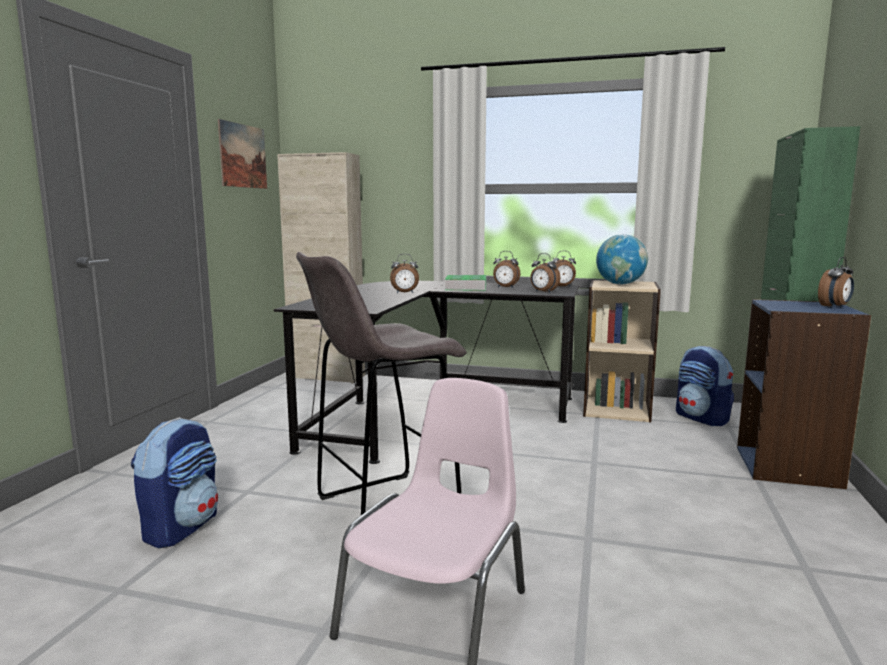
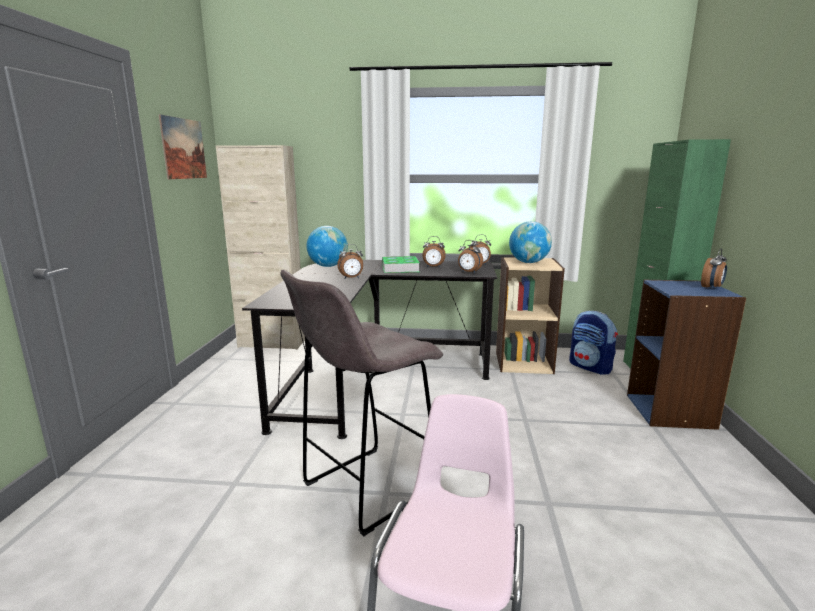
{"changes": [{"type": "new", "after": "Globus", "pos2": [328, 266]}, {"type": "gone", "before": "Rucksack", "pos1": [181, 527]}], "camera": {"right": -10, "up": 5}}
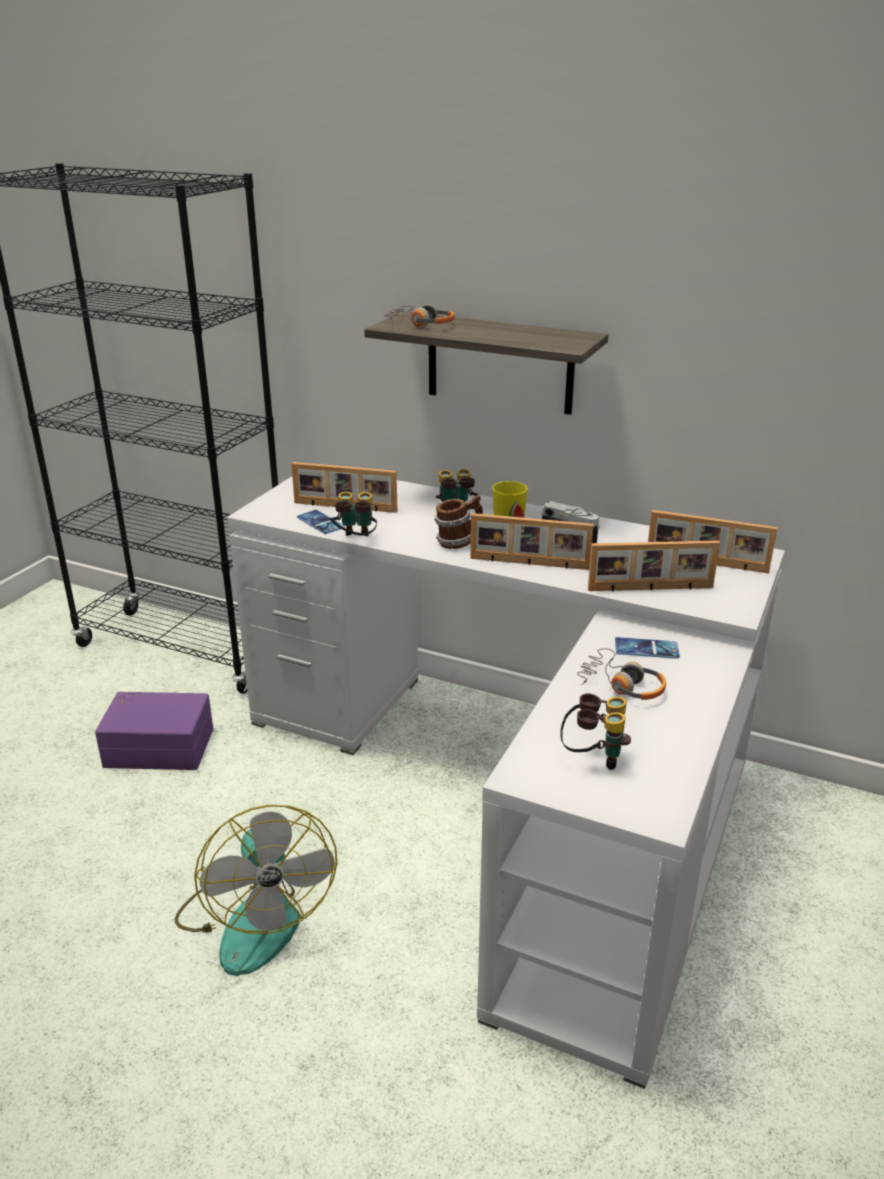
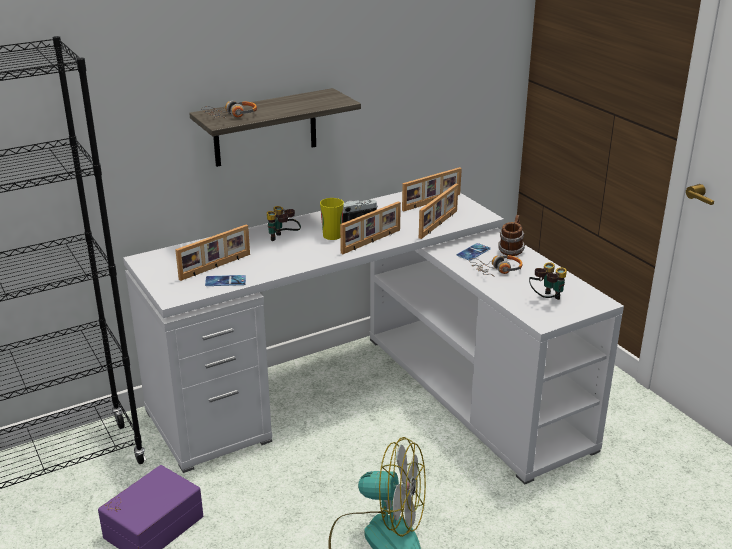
{"changes": [{"type": "shifted", "before": "Henkelbecher", "pos1": [458, 542], "pos2": [511, 250]}, {"type": "gone", "before": "Fernglas", "pos1": [355, 541]}], "camera": {"right": -55, "up": 0}}
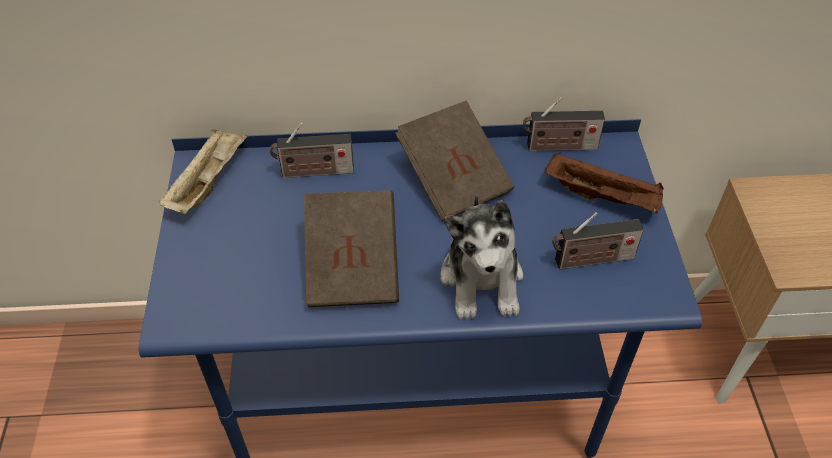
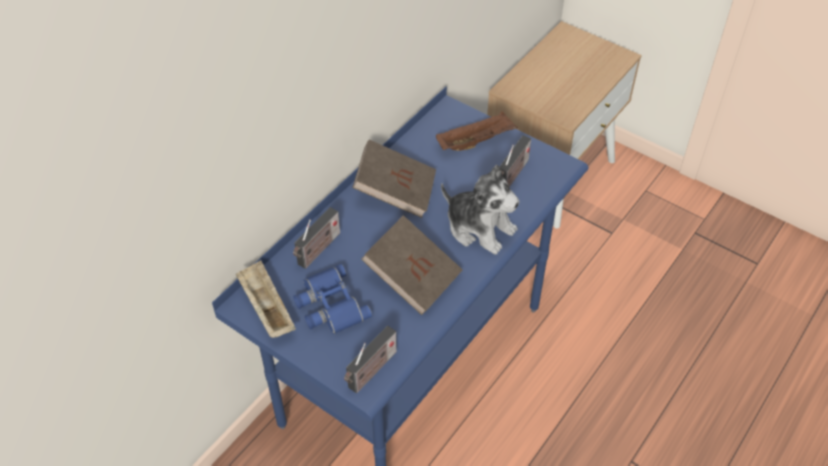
{"changes": [{"type": "new", "after": "Fernglas (blau)", "pos2": [329, 305]}, {"type": "shifted", "before": "Radio", "pos1": [558, 147], "pos2": [371, 372]}], "camera": {"right": -50, "up": 0}}
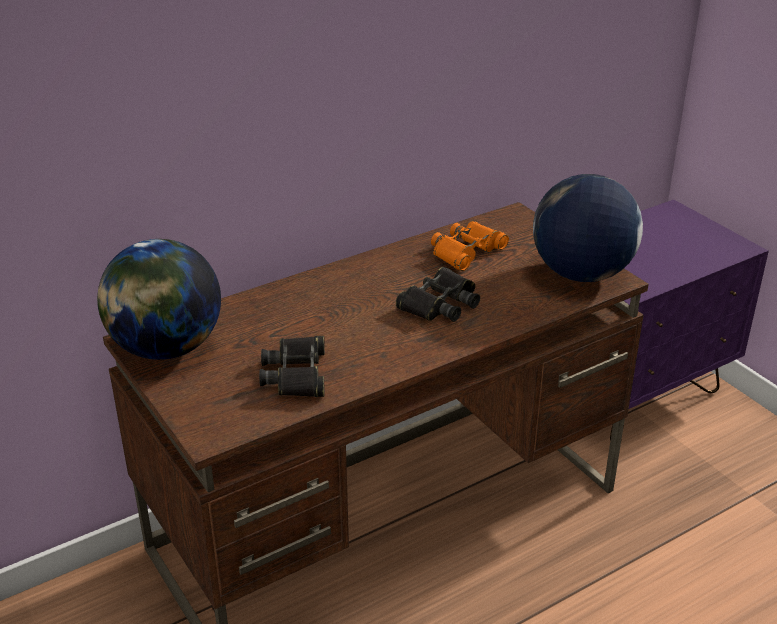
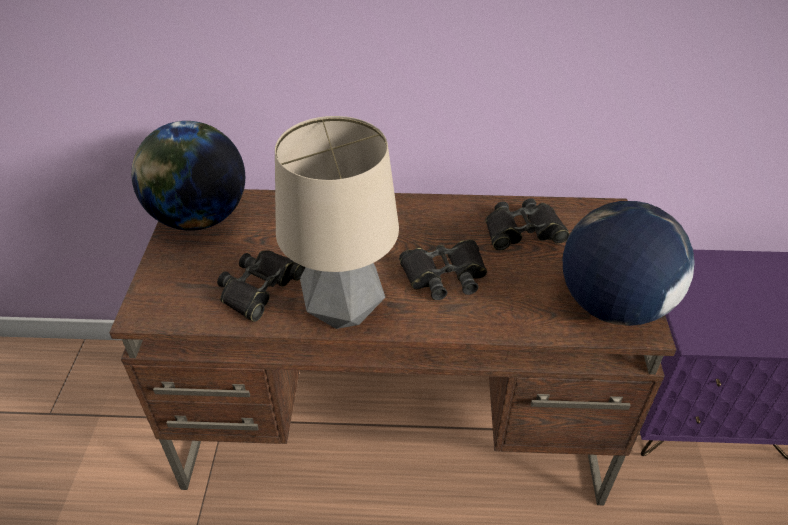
{"changes": [{"type": "new", "after": "Tischlampe", "pos2": [344, 311]}, {"type": "repainted", "before": "Fernglas (orange)", "after": "Fernglas (schwarz)", "pos1": [466, 251], "pos2": [523, 231]}], "camera": {"right": 35, "up": 10}}
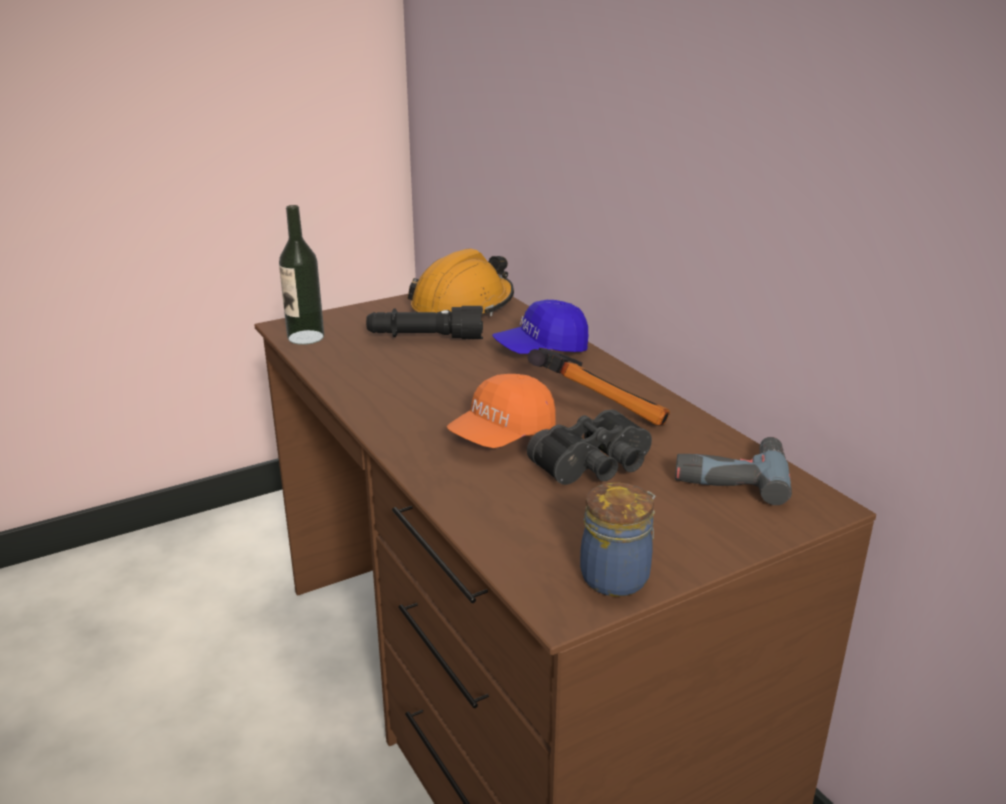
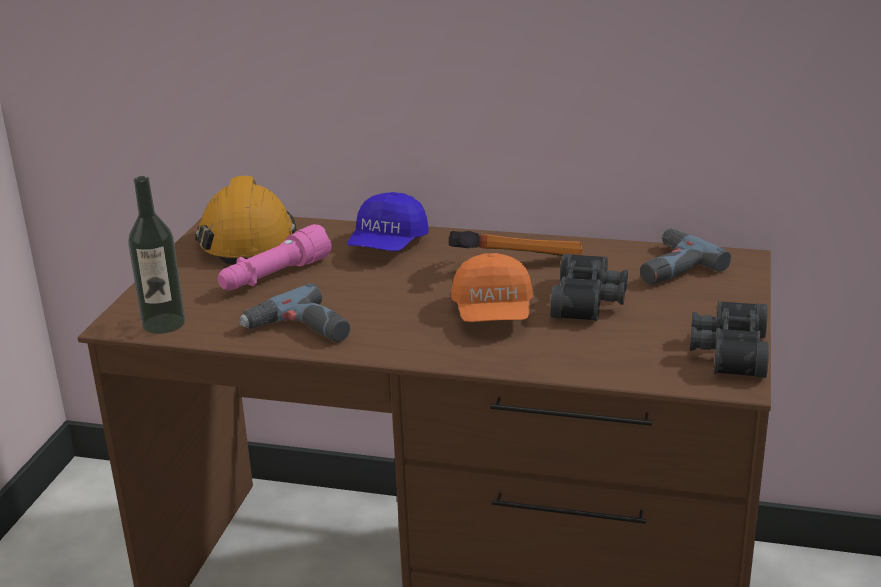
{"changes": [{"type": "repainted", "before": "Taschenlampe (schwarz)", "after": "Taschenlampe (rosa)", "pos1": [425, 338], "pos2": [274, 276]}, {"type": "new", "after": "Bohrmaschine", "pos2": [299, 331]}, {"type": "swapped", "before": "Vorratsglas", "after": "Fernglas (schwarz)", "pos1": [617, 576], "pos2": [727, 352]}], "camera": {"right": -45, "up": 0}}
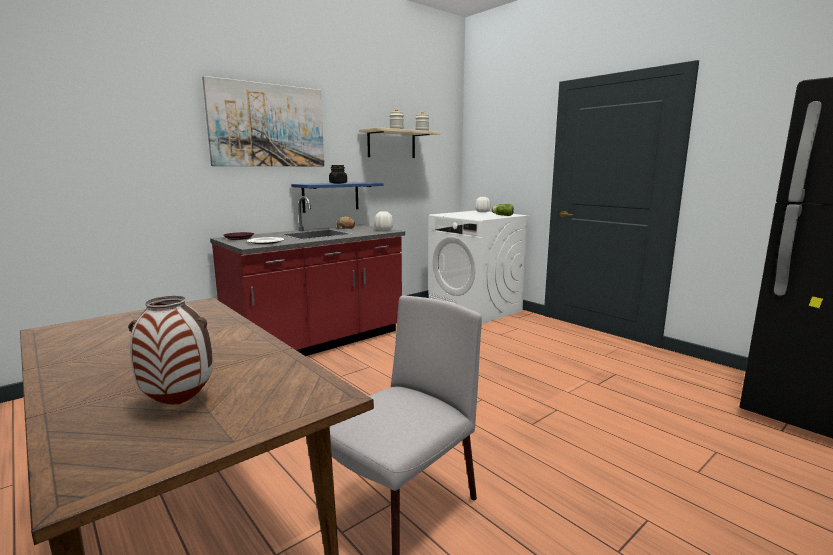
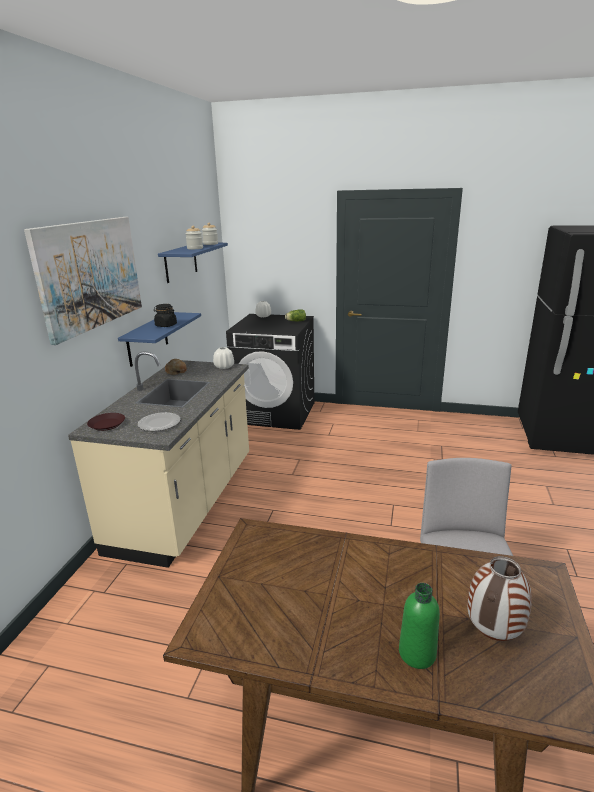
{"changes": [{"type": "repainted", "before": "Küchenzeile (rot)", "after": "Küchenzeile (beige)", "pos1": [318, 342], "pos2": [186, 502]}, {"type": "repainted", "before": "Wandregal (beige)", "after": "Wandregal (blau)", "pos1": [391, 144], "pos2": [181, 262]}, {"type": "repainted", "before": "Waschmaschine (weiß)", "after": "Waschmaschine (schwarz)", "pos1": [475, 309], "pos2": [276, 413]}, {"type": "new", "after": "Flasche (grün)", "pos2": [417, 653]}], "camera": {"right": -35, "up": 10}}
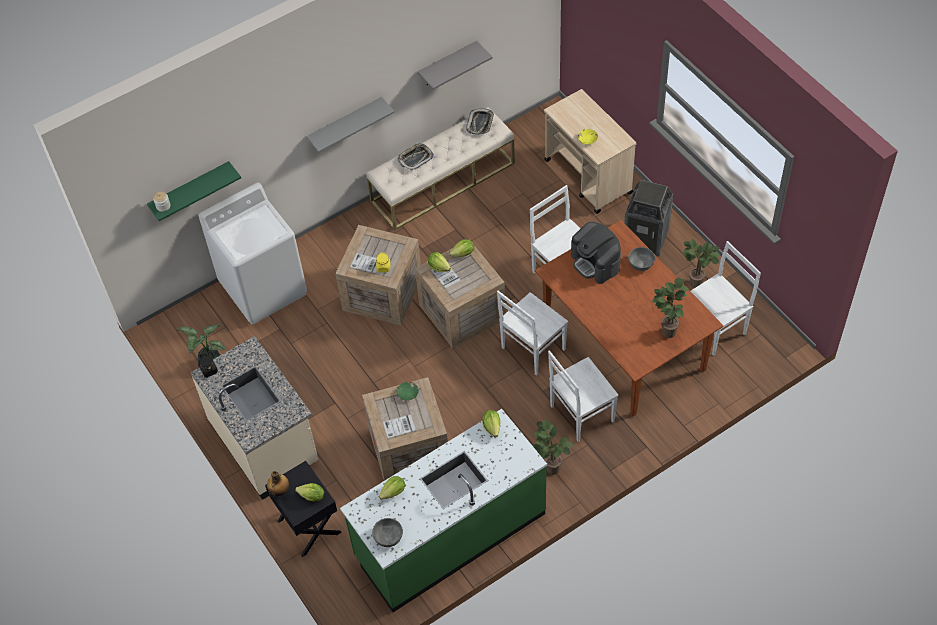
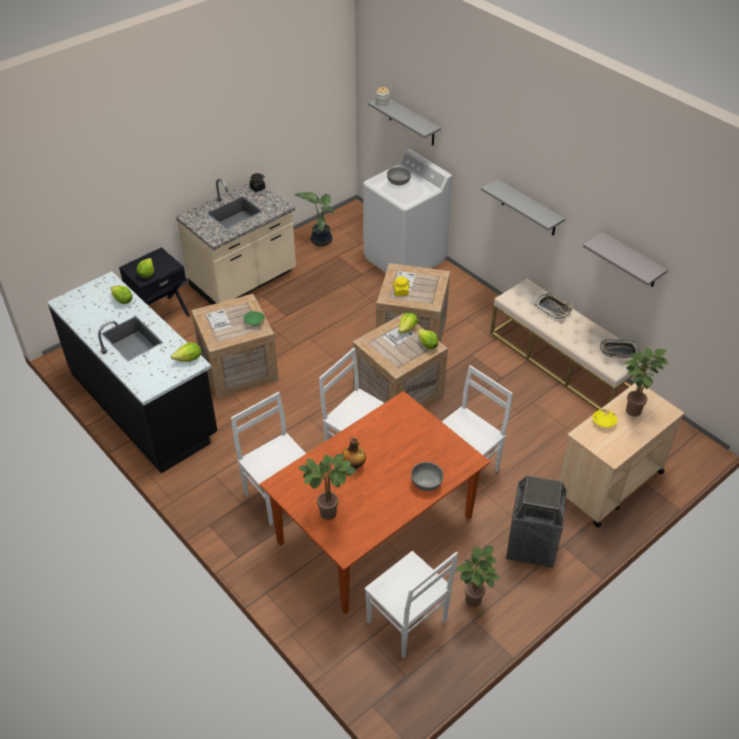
{"changes": [{"type": "repainted", "before": "Küchenzeile (grün)", "after": "Küchenzeile (schwarz)", "pos1": [450, 535], "pos2": [144, 404]}, {"type": "shifted", "before": "Flasche", "pos1": [280, 490], "pos2": [353, 466]}, {"type": "repainted", "before": "Wandregal (grün)", "after": "Wandregal (grau)", "pos1": [190, 190], "pos2": [411, 121]}, {"type": "shifted", "before": "Schüssel (grau)", "pos1": [388, 536], "pos2": [398, 181]}, {"type": "shifted", "before": "Topfpflanze", "pos1": [550, 468], "pos2": [632, 408]}, {"type": "gone", "before": "Kaffeemaschine", "pos1": [595, 262]}], "camera": {"right": 80, "up": -10}}
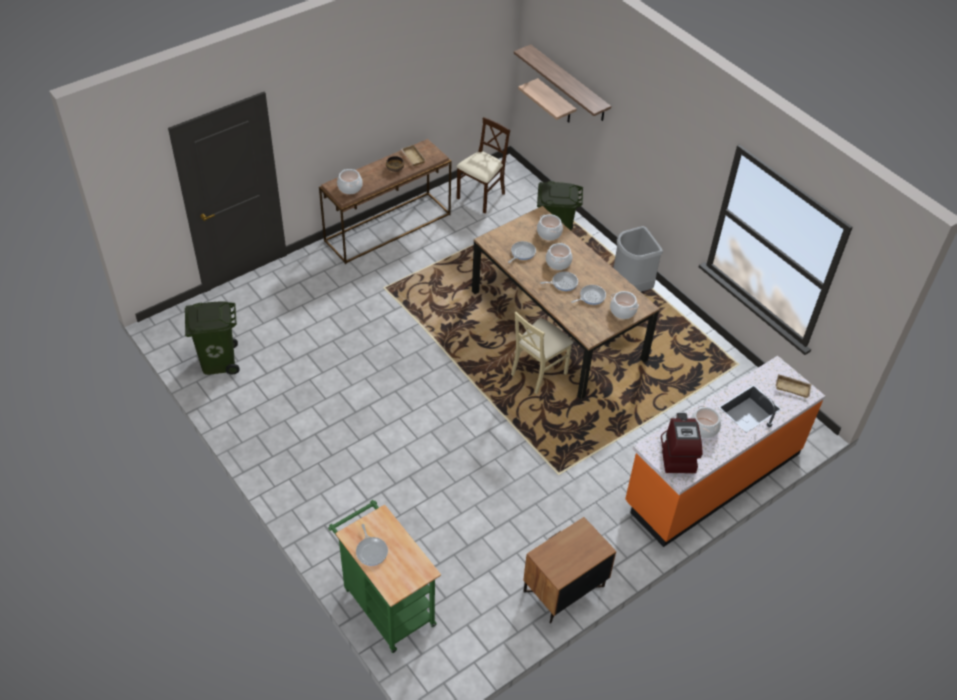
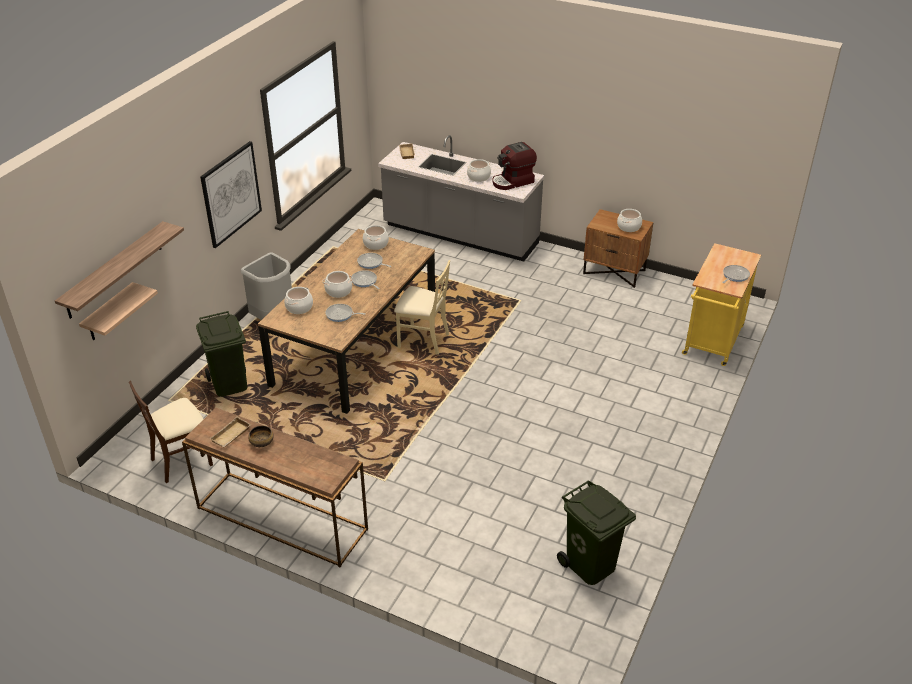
{"changes": [{"type": "rotated", "before": "Stuhl (beige)", "pos1": [481, 197], "pos2": [182, 460], "turn": -45}, {"type": "new", "after": "Bild", "pos2": [231, 194]}, {"type": "repainted", "before": "Küchenzeile (orange)", "after": "Küchenzeile (grau)", "pos1": [712, 478], "pos2": [460, 236]}, {"type": "shifted", "before": "Kochtopf", "pos1": [350, 187], "pos2": [629, 227]}, {"type": "repainted", "before": "Rollwagen (grün)", "after": "Rollwagen (gelb)", "pos1": [385, 603], "pos2": [712, 344]}], "camera": {"right": -115, "up": -10}}
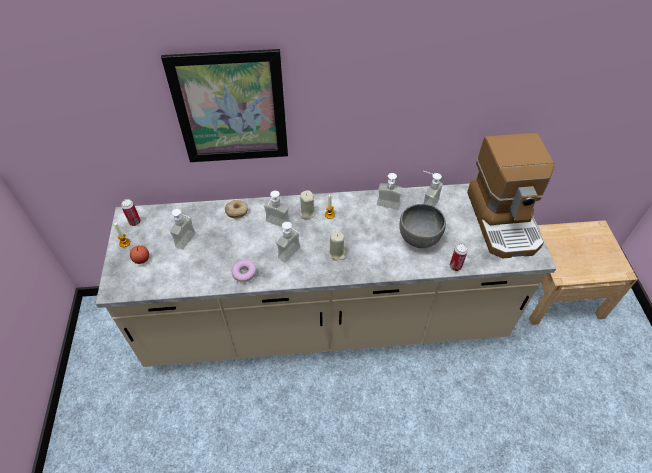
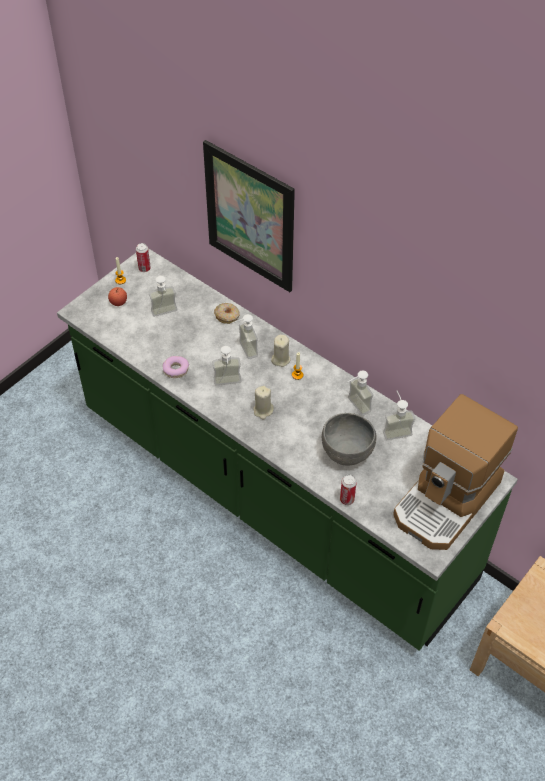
{"changes": [{"type": "repainted", "before": "Küchenzeile (beige)", "after": "Küchenzeile (grün)", "pos1": [326, 322], "pos2": [272, 496]}], "camera": {"right": 45, "up": 0}}
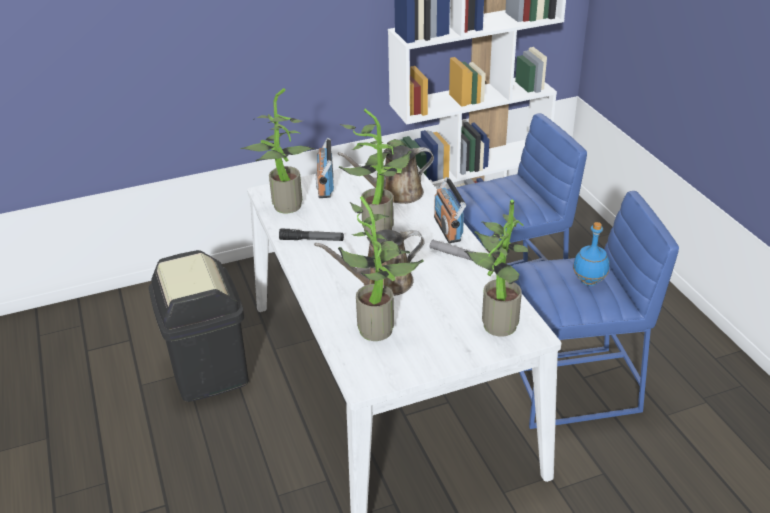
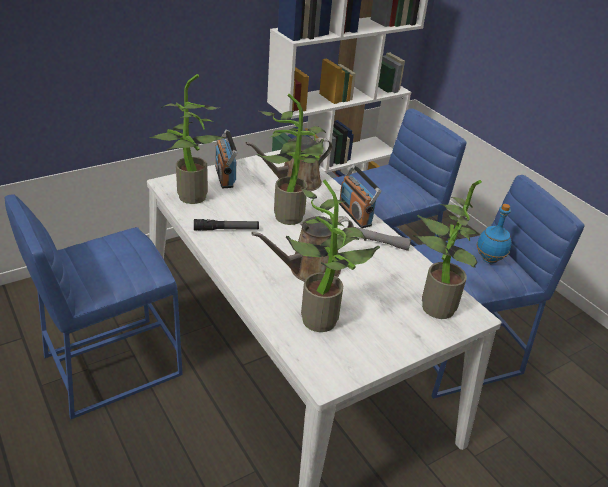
{"changes": [{"type": "swapped", "before": "Mülleimer (schwarz)", "after": "Hocker (blau)", "pos1": [208, 371], "pos2": [111, 364]}], "camera": {"right": -15, "up": 0}}
